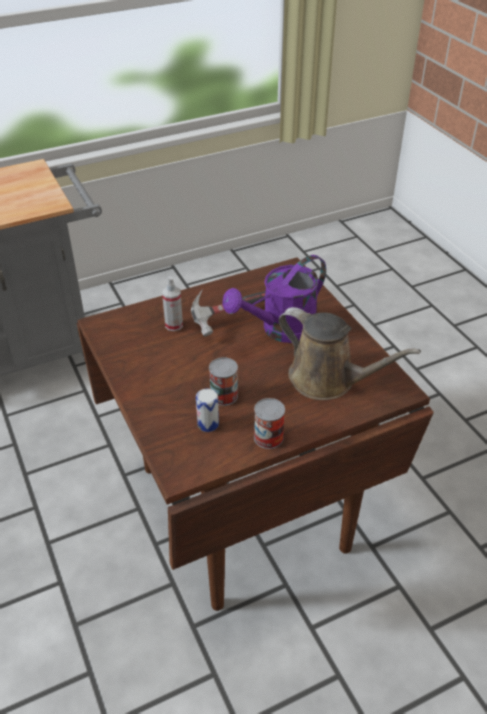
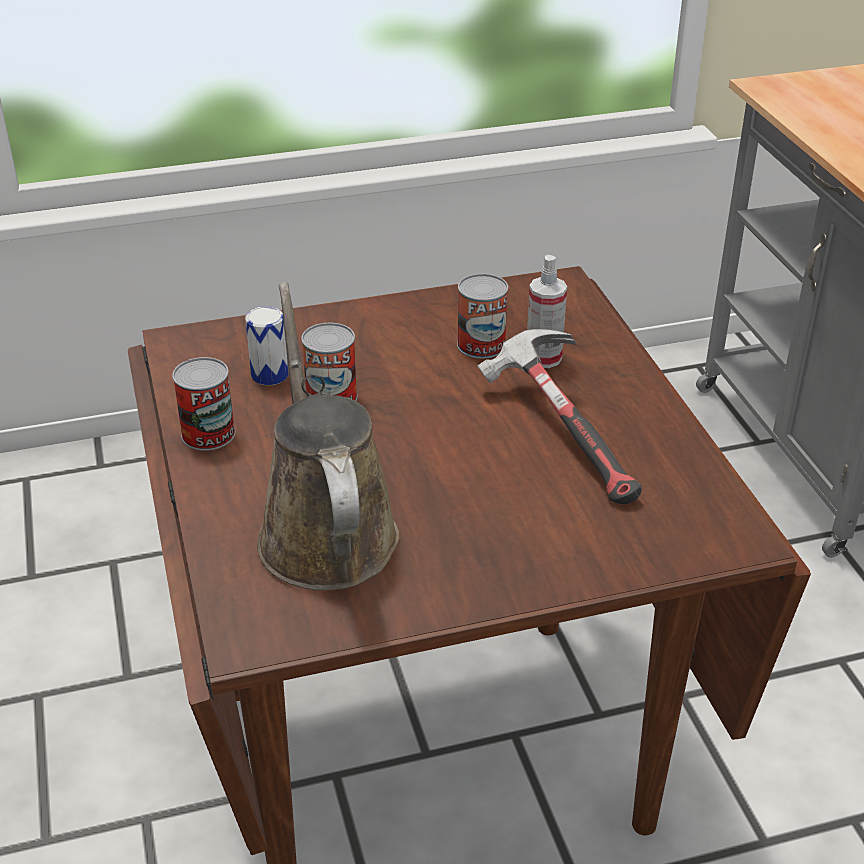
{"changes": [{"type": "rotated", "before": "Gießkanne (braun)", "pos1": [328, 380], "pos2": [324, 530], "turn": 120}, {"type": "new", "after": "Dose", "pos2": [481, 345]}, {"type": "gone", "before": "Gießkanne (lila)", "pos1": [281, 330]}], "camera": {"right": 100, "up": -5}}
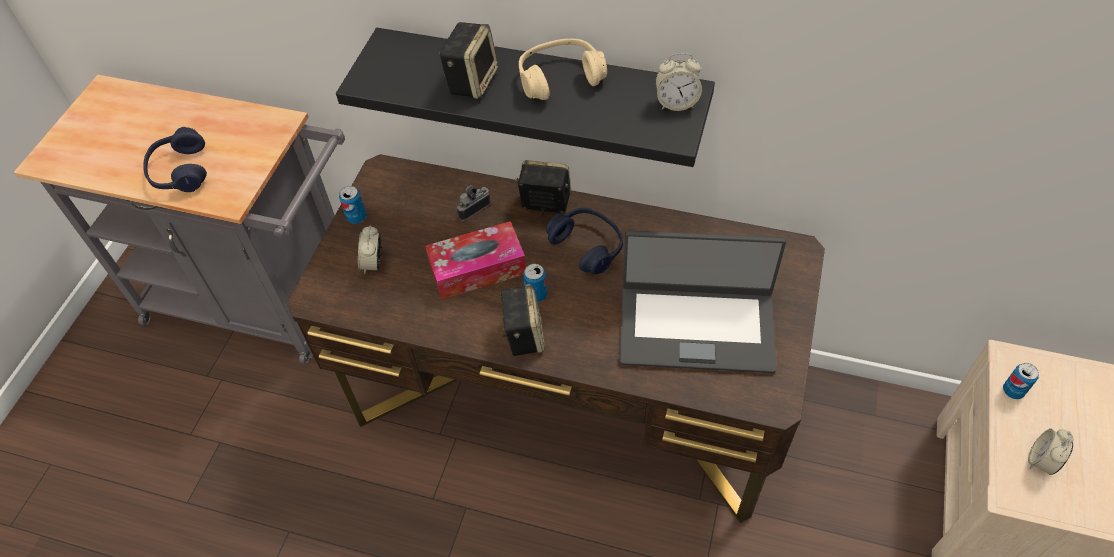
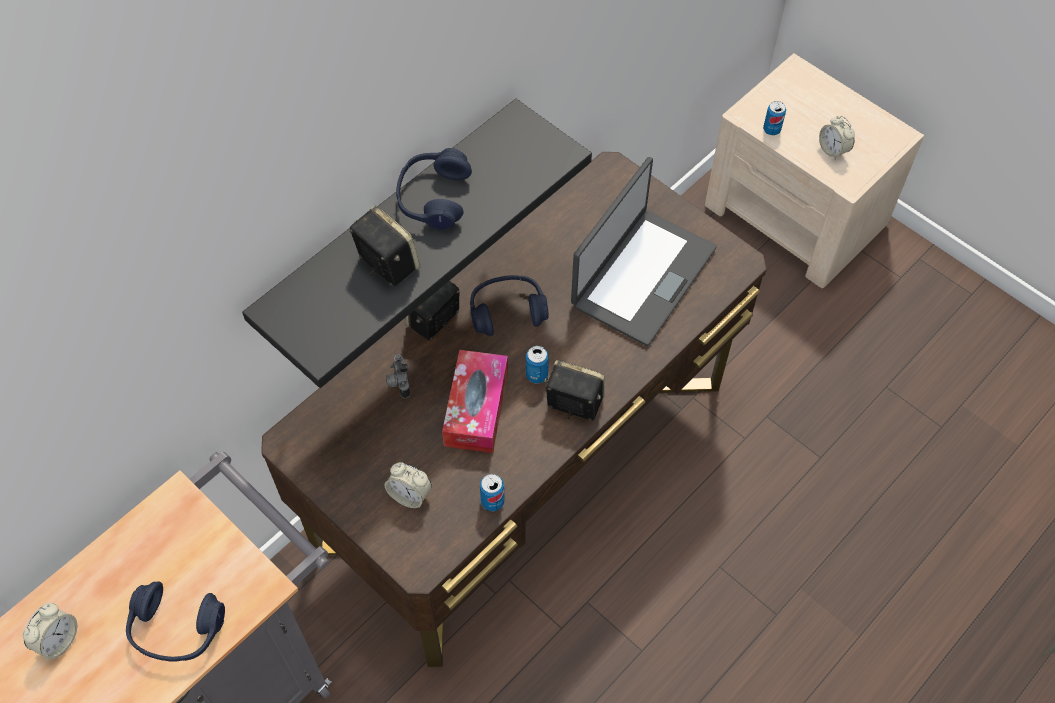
{"changes": [{"type": "shifted", "before": "Wecker", "pos1": [676, 103], "pos2": [58, 640]}, {"type": "repainted", "before": "Kopfhörer (beige)", "after": "Kopfhörer (blau)", "pos1": [560, 78], "pos2": [433, 198]}, {"type": "shifted", "before": "Dose", "pos1": [356, 217], "pos2": [492, 501]}], "camera": {"right": -65, "up": 5}}
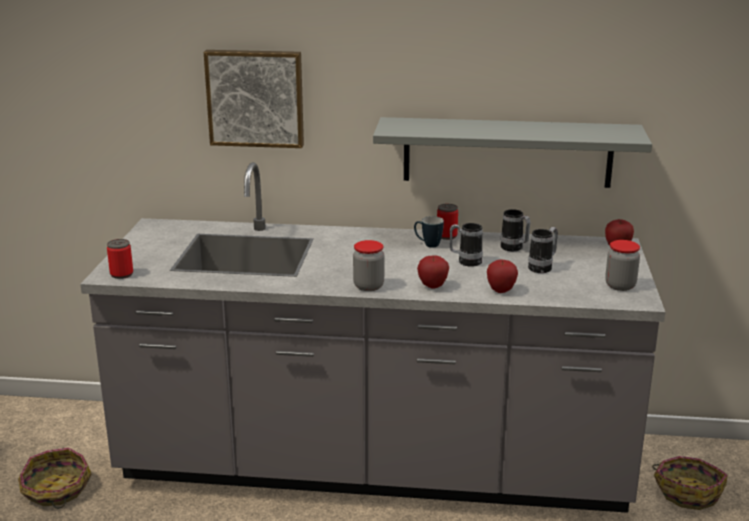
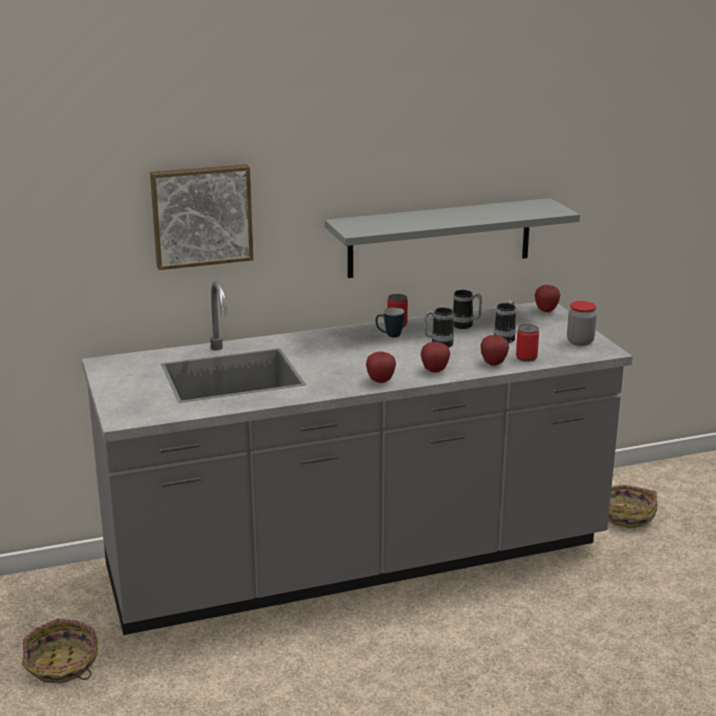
{"changes": [{"type": "swapped", "before": "Vorratsglas", "after": "Apfel", "pos1": [368, 286], "pos2": [380, 381]}, {"type": "shifted", "before": "Dose", "pos1": [121, 274], "pos2": [526, 357]}], "camera": {"right": -25, "up": 0}}
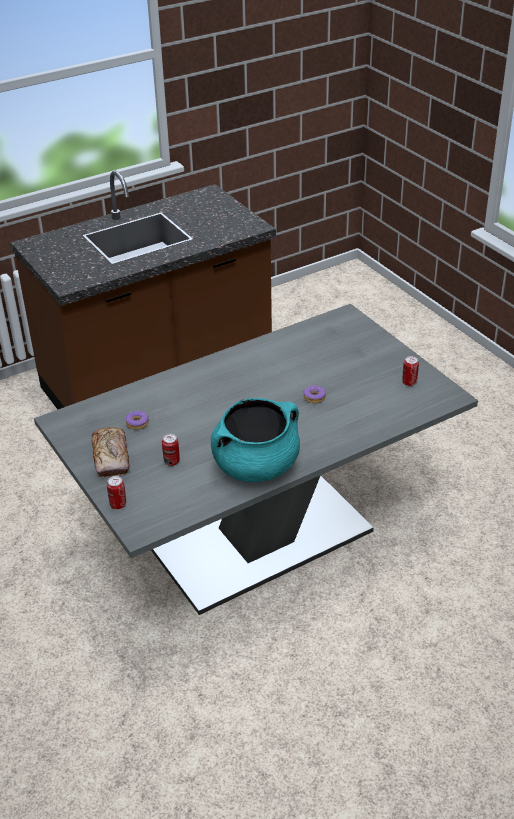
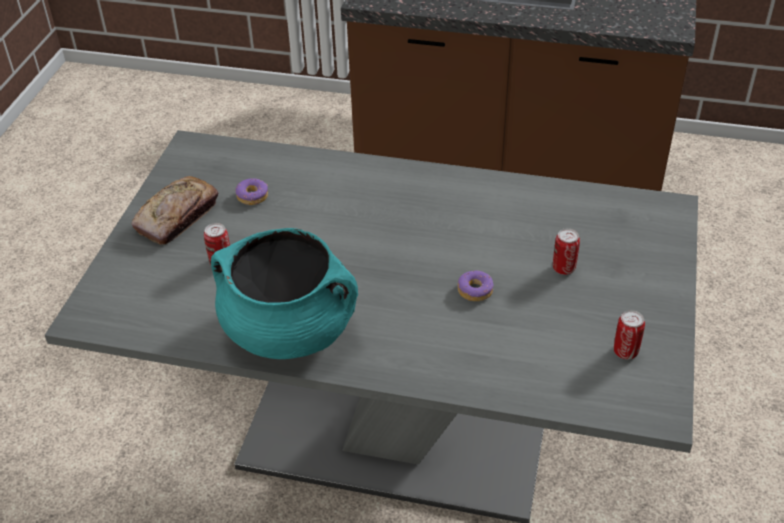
{"changes": [{"type": "shifted", "before": "Dose", "pos1": [118, 504], "pos2": [563, 268]}], "camera": {"right": 45, "up": 5}}
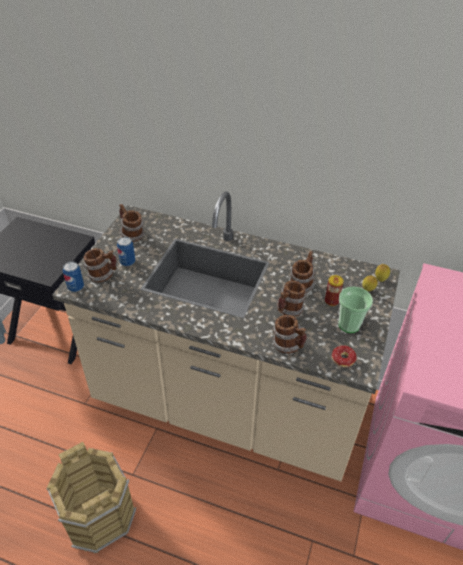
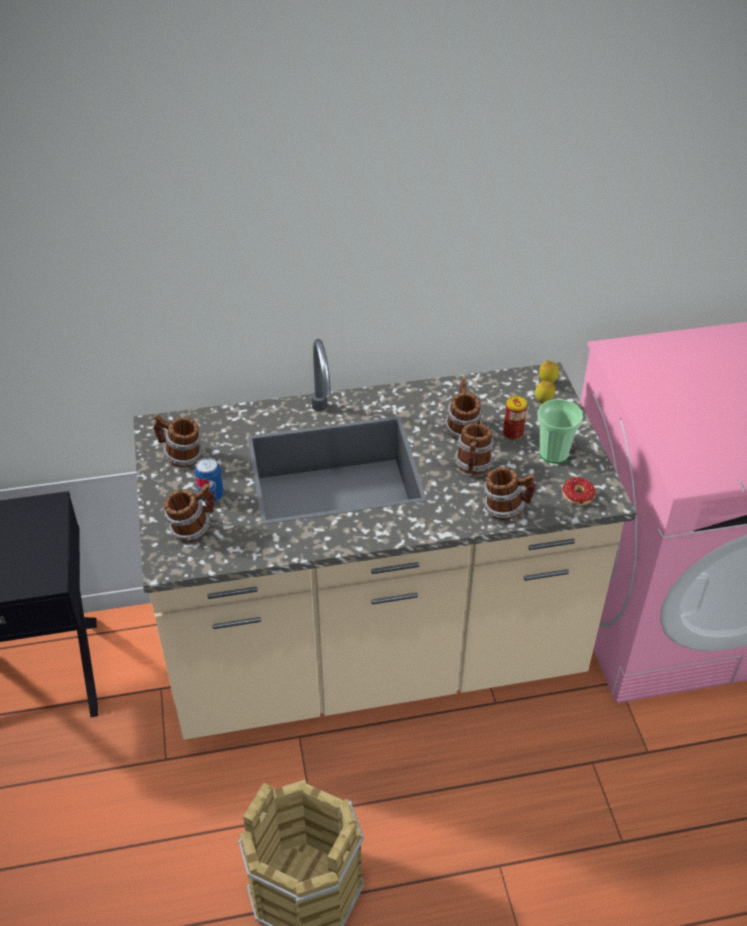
{"changes": [{"type": "gone", "before": "Dose", "pos1": [76, 287]}], "camera": {"right": -30, "up": 0}}
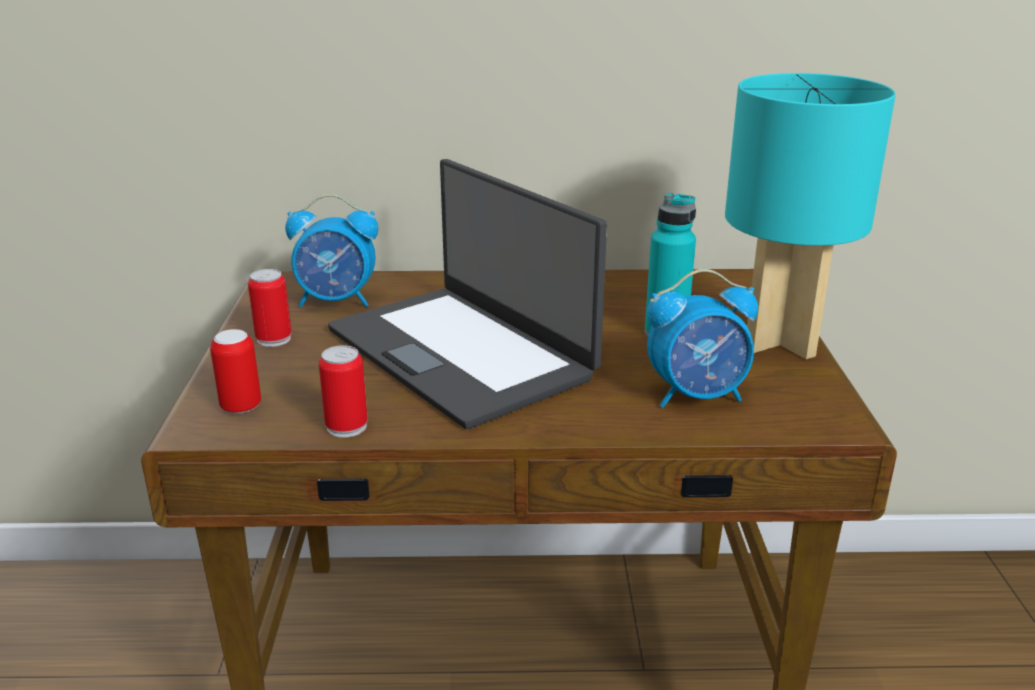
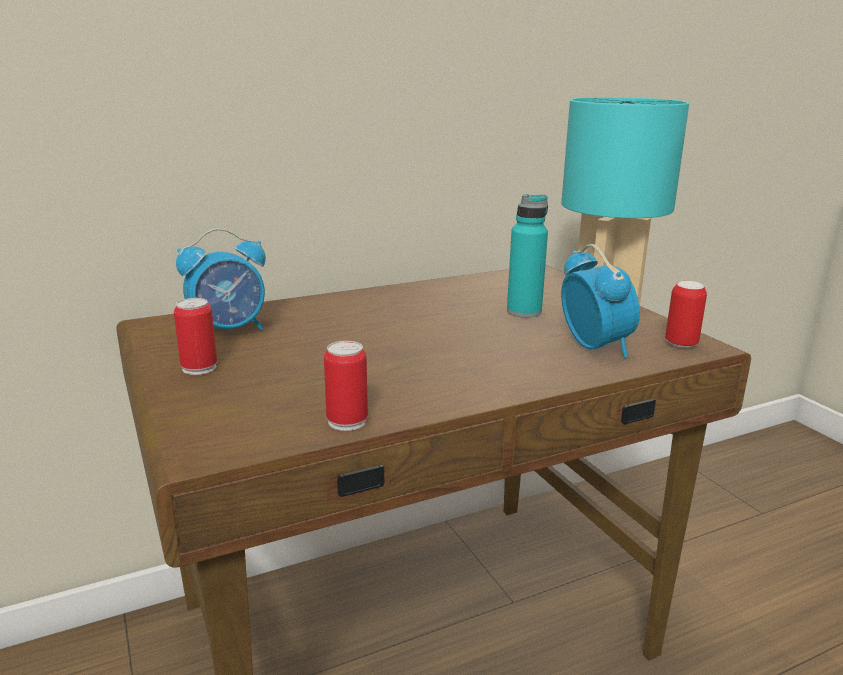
{"changes": [{"type": "rotated", "before": "Wecker", "pos1": [697, 396], "pos2": [595, 347], "turn": -75}, {"type": "shifted", "before": "Dose", "pos1": [241, 407], "pos2": [681, 344]}, {"type": "gone", "before": "Laptop", "pos1": [461, 352]}], "camera": {"right": -25, "up": -5}}
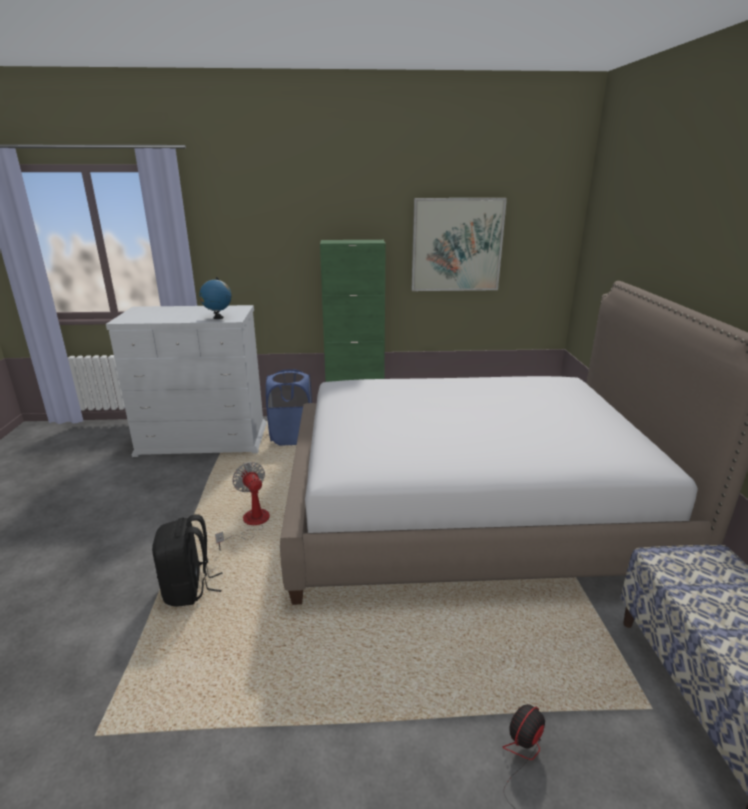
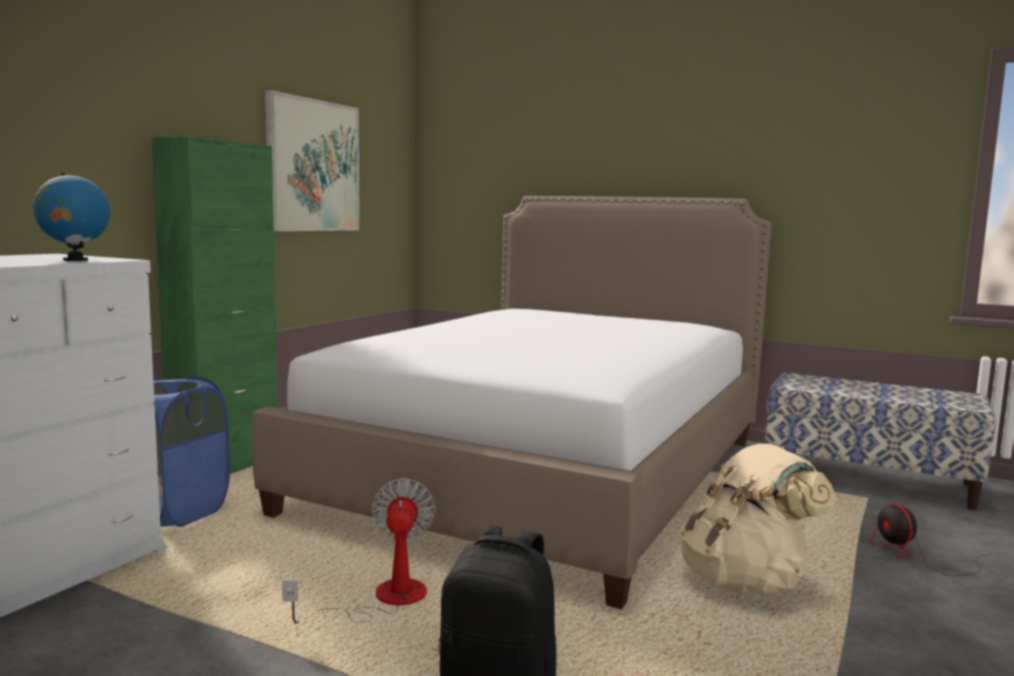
{"changes": [{"type": "rotated", "before": "Ventilator", "pos1": [250, 524], "pos2": [383, 600], "turn": 90}, {"type": "new", "after": "Rucksack (beige)", "pos2": [746, 582]}], "camera": {"right": -60, "up": -15}}
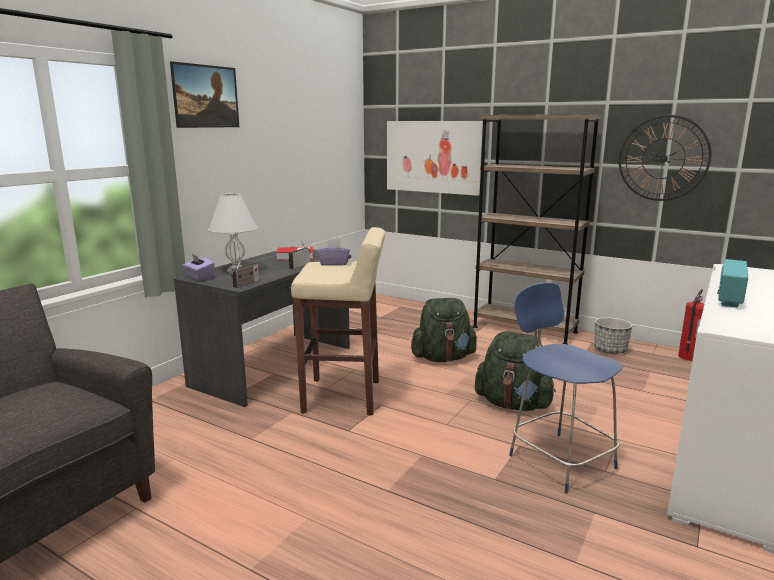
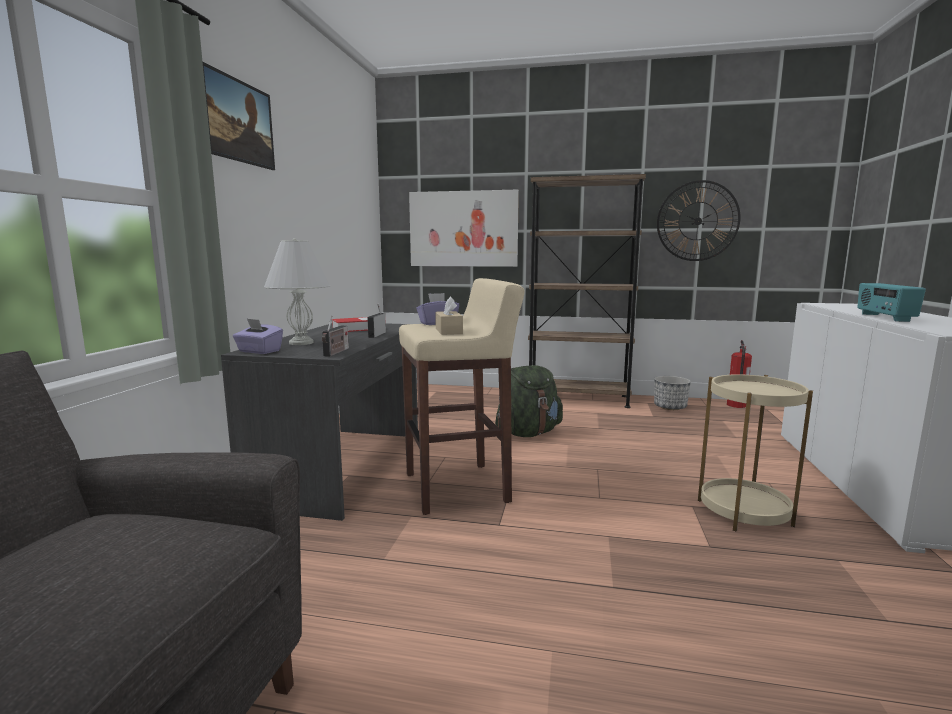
{"changes": [{"type": "new", "after": "Taschentuchbox (beige)", "pos2": [448, 331]}, {"type": "swapped", "before": "Stuhl (blau)", "after": "Beistelltisch (beige)", "pos1": [559, 459], "pos2": [743, 512]}, {"type": "gone", "before": "Rucksack (grün)", "pos1": [513, 404]}], "camera": {"right": -20, "up": -5}}
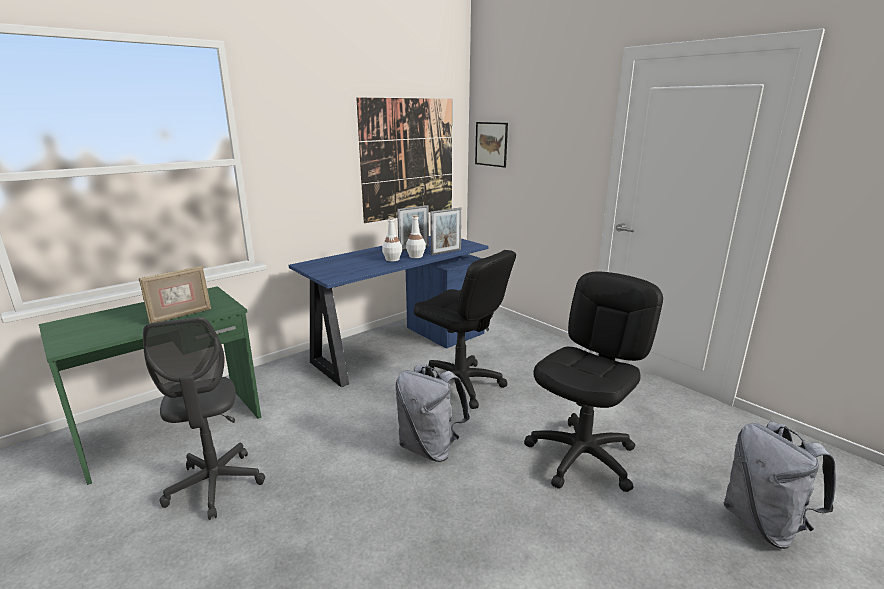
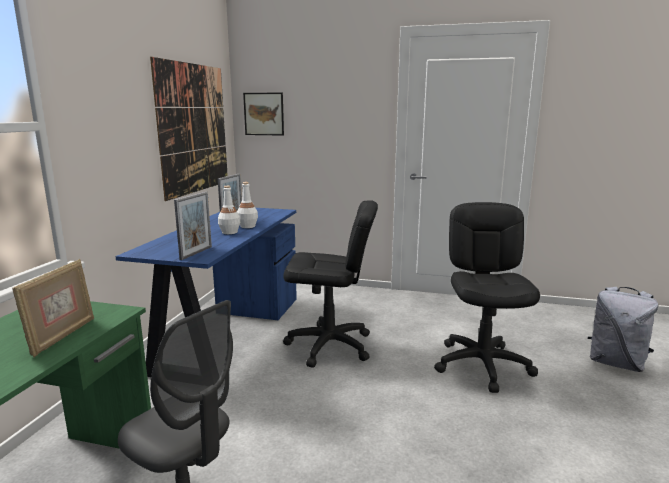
{"changes": [{"type": "shifted", "before": "Bilderrahmen", "pos1": [446, 252], "pos2": [196, 253]}, {"type": "gone", "before": "Rucksack (grau)", "pos1": [430, 448]}], "camera": {"right": -35, "up": -5}}
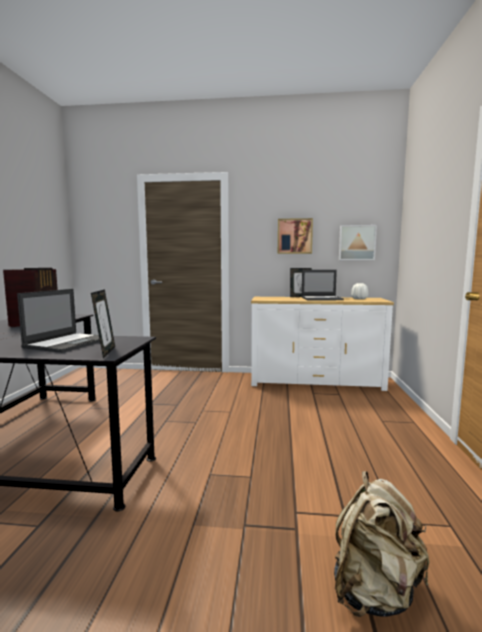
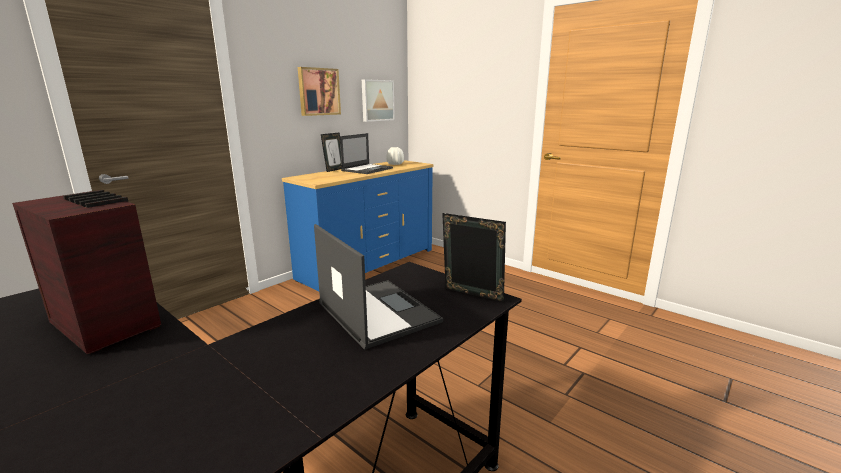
{"changes": [{"type": "repainted", "before": "Kommode (weiß)", "after": "Kommode (blau)", "pos1": [315, 381], "pos2": [368, 264]}, {"type": "gone", "before": "Rucksack (beige)", "pos1": [374, 590]}], "camera": {"right": -55, "up": 10}}
